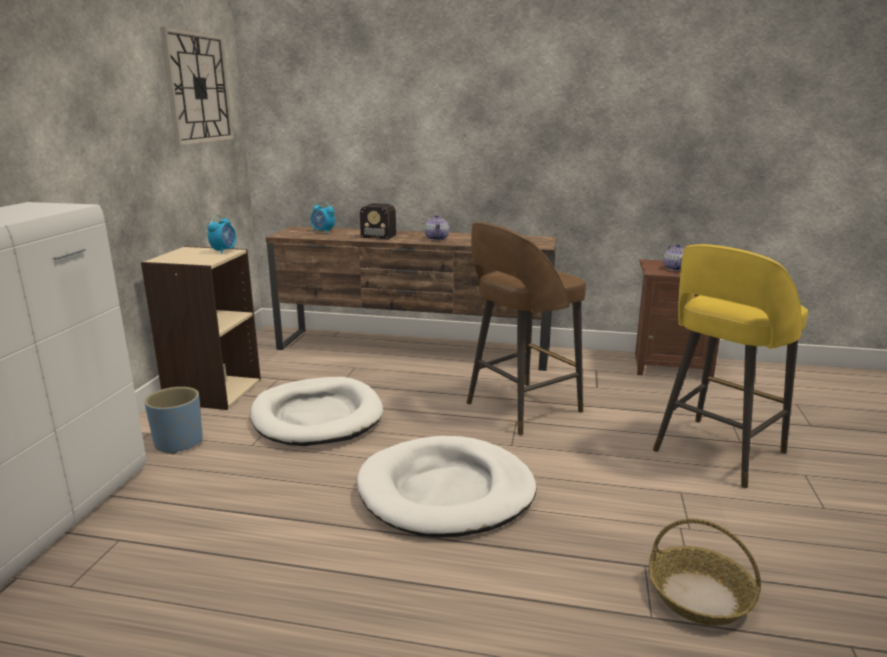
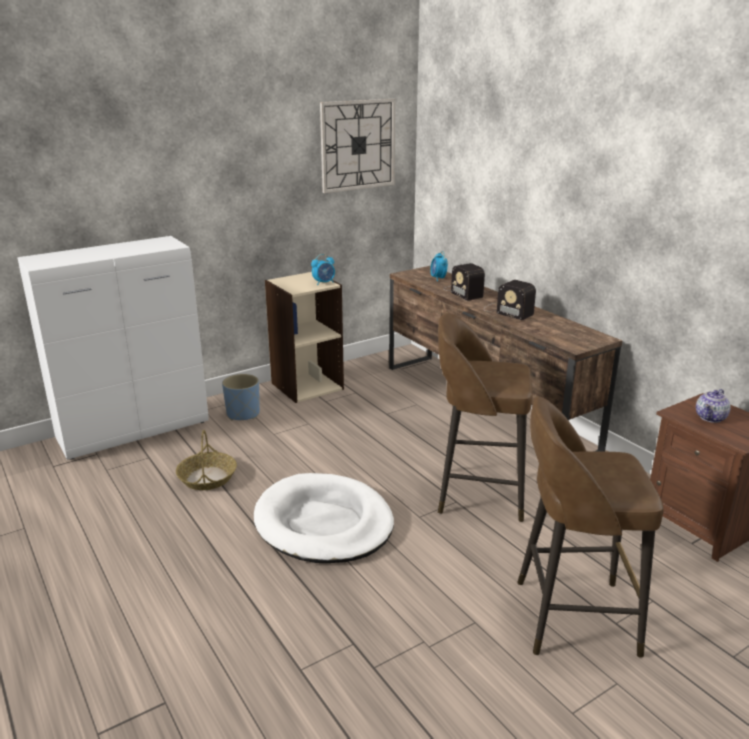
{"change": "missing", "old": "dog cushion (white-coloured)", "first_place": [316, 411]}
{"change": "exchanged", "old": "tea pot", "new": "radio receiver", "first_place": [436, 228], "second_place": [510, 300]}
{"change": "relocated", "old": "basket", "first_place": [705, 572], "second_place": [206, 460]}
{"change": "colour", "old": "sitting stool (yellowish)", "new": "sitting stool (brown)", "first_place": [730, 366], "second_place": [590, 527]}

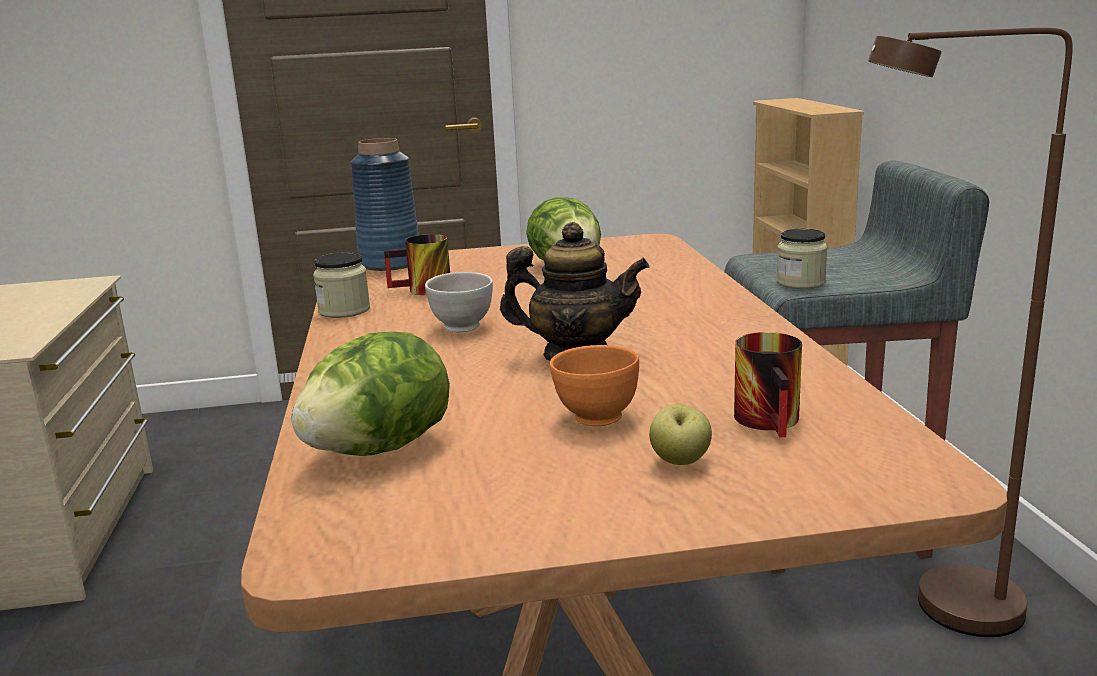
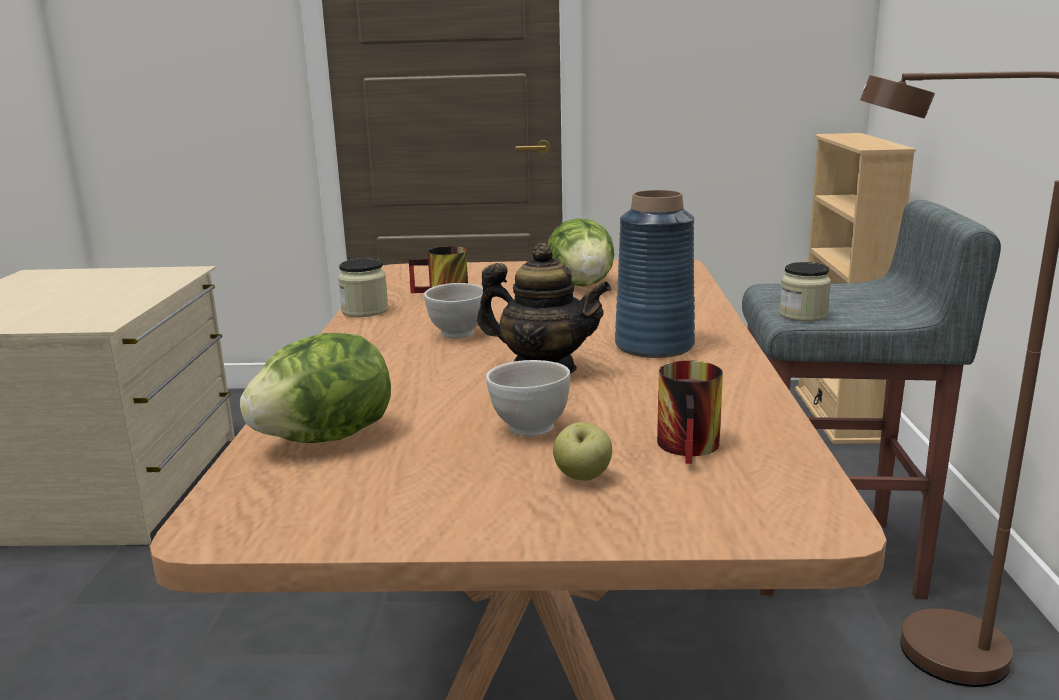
{"change": "relocated", "old": "decorative vase (blue-coloured)", "first_place": [384, 204], "second_place": [655, 274]}
{"change": "colour", "old": "deep dish (orange-coloured)", "new": "deep dish (white-coloured)", "first_place": [594, 385], "second_place": [528, 398]}

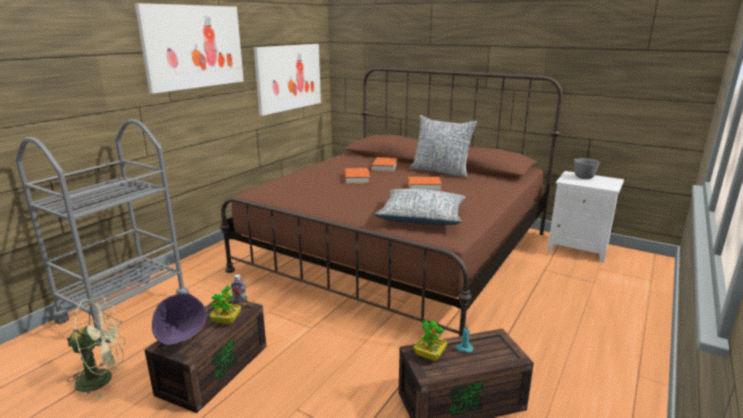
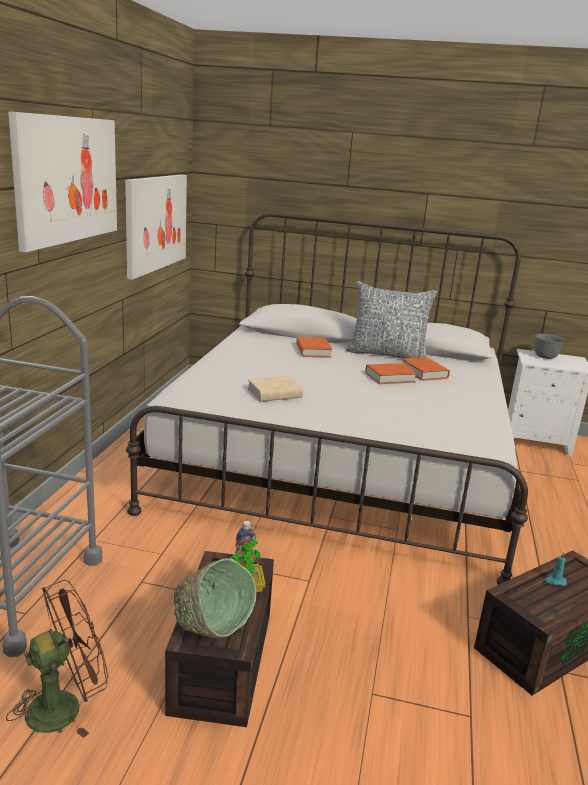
{"change": "colour", "old": "fan (greenish)", "new": "fan (brown)", "first_place": [96, 348], "second_place": [57, 659]}
{"change": "colour", "old": "deep dish (purple)", "new": "deep dish (greenish)", "first_place": [179, 319], "second_place": [215, 598]}
{"change": "colour", "old": "bedroom bed (brown)", "new": "bedroom bed (white-coloured)", "first_place": [391, 201], "second_place": [327, 398]}
{"change": "relocated", "old": "book (orange-coloured)", "first_place": [357, 176], "second_place": [426, 369]}
{"change": "missing", "old": "throw pillow", "first_place": [419, 207]}
{"change": "missing", "old": "houseplant", "first_place": [430, 340]}
{"change": "appeared", "new": "book (beige-coloured)", "second_place": [275, 389]}

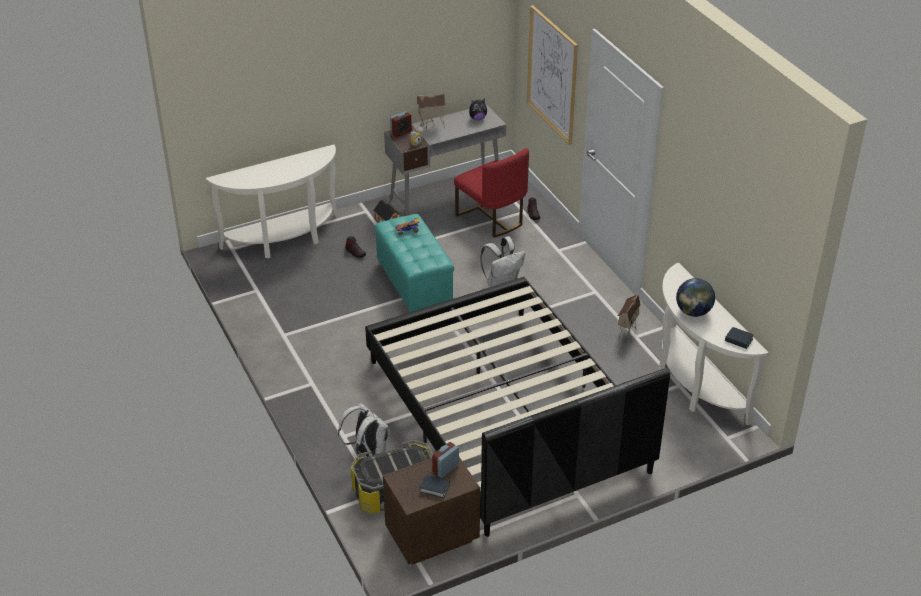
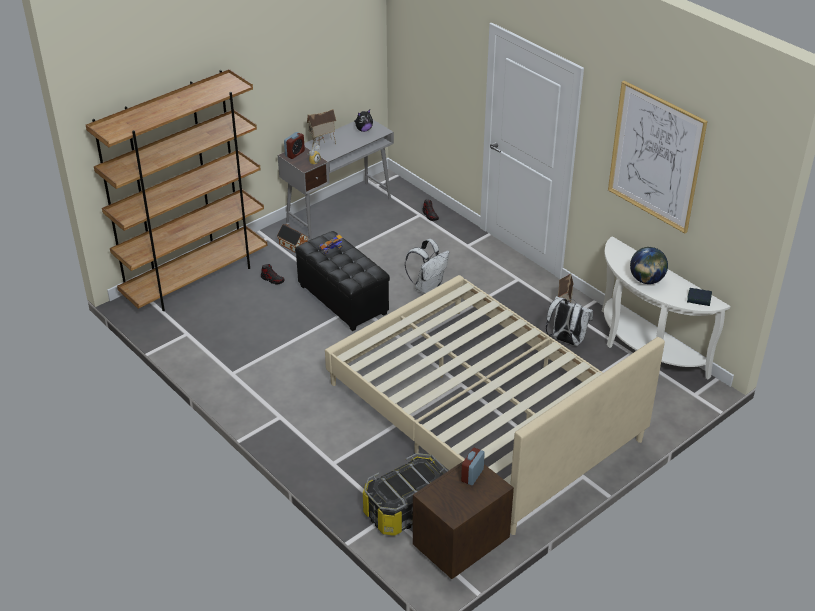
{"change": "exchanged", "old": "narrow table (white-coloured)", "new": "bookcase (brown)", "first_place": [272, 201], "second_place": [177, 190]}
{"change": "relocated", "old": "backpack (white-coloured)", "first_place": [364, 430], "second_place": [569, 321]}
{"change": "colour", "old": "bedroom bed (black-coloured)", "new": "bedroom bed (beige-coloured)", "first_place": [517, 407], "second_place": [495, 405]}
{"change": "colour", "old": "footrest (turquoise)", "new": "footrest (black-coloured)", "first_place": [414, 263], "second_place": [342, 281]}
{"change": "missing", "old": "book", "first_place": [435, 486]}
{"change": "missing", "old": "plain chair (red-coloured)", "first_place": [491, 192]}
{"change": "relocated", "old": "wall art", "first_place": [552, 75], "second_place": [658, 157]}

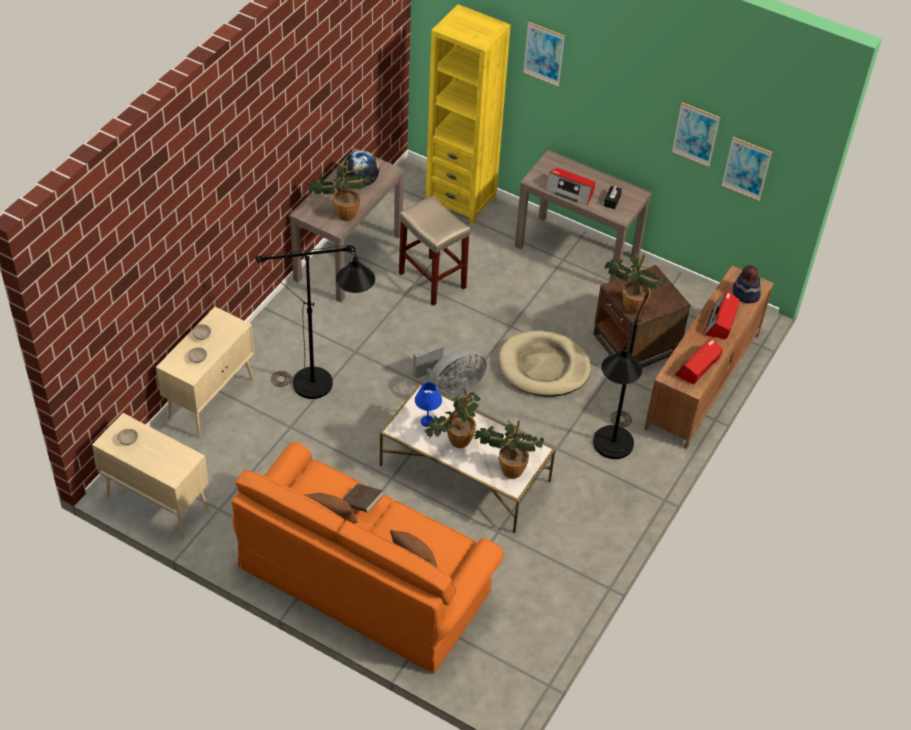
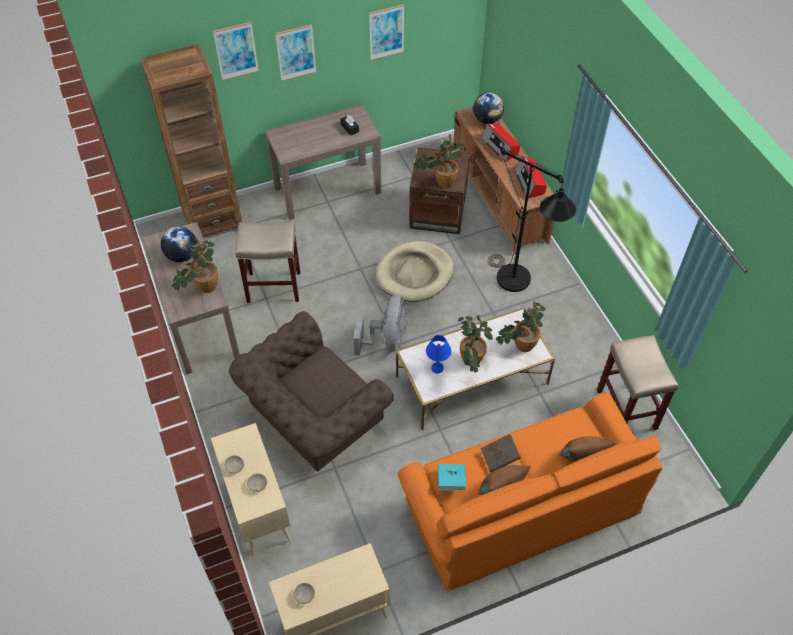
{"change": "exchanged", "old": "floor lamp (black-coloured)", "new": "easy chair (brown)", "first_place": [315, 322], "second_place": [311, 391]}
{"change": "colour", "old": "bookcase (yellowish)", "new": "bookcase (brown)", "first_place": [468, 114], "second_place": [191, 140]}
{"change": "missing", "old": "radio receiver", "first_place": [569, 186]}
{"change": "relocated", "old": "wall art", "first_place": [746, 169], "second_place": [295, 52]}
{"change": "exchanged", "old": "hat", "new": "world globe", "first_place": [747, 284], "second_place": [488, 108]}
{"change": "appeared", "new": "book (turquoise)", "second_place": [452, 477]}
{"change": "appeared", "new": "sitting stool (beige-coloured)", "second_place": [637, 382]}

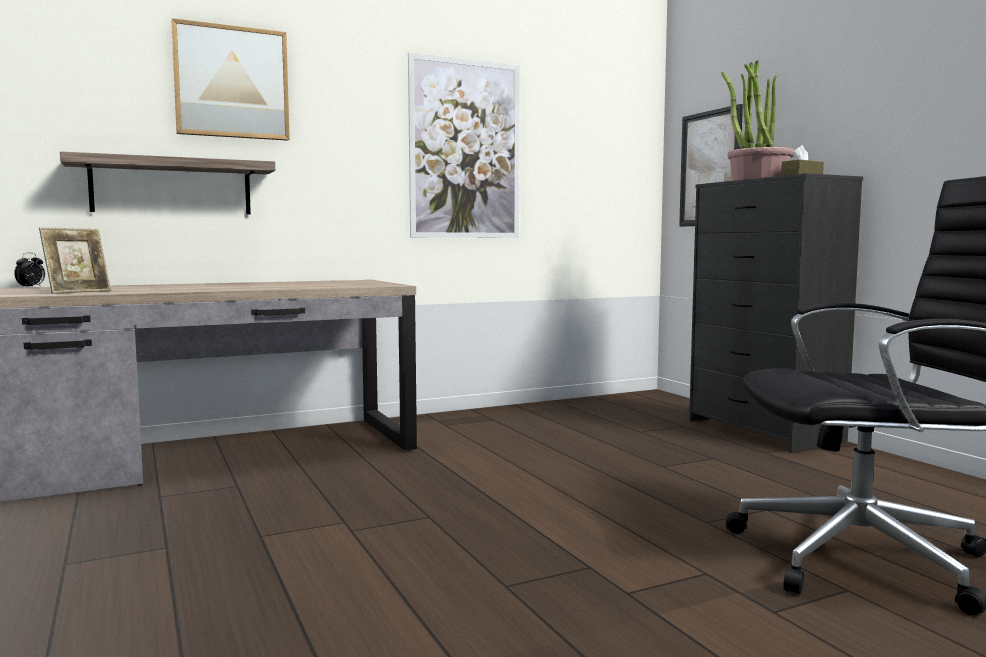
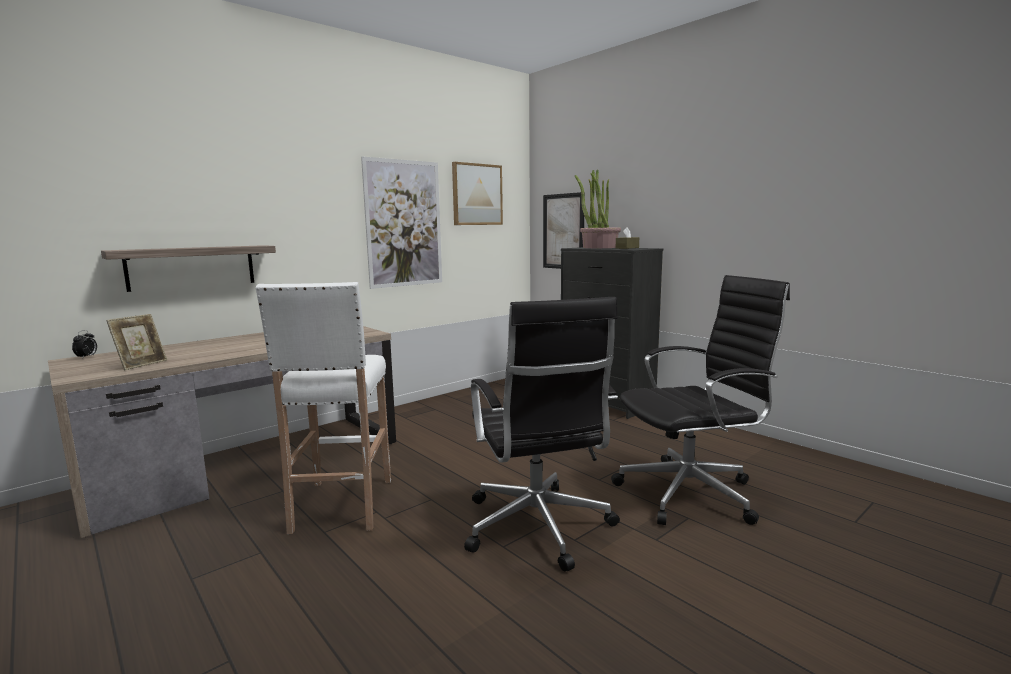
{"change": "relocated", "old": "wall art", "first_place": [230, 79], "second_place": [477, 193]}
{"change": "appeared", "new": "sitting stool (white-coloured)", "second_place": [323, 408]}
{"change": "appeared", "new": "office chair (black-coloured)", "second_place": [542, 434]}

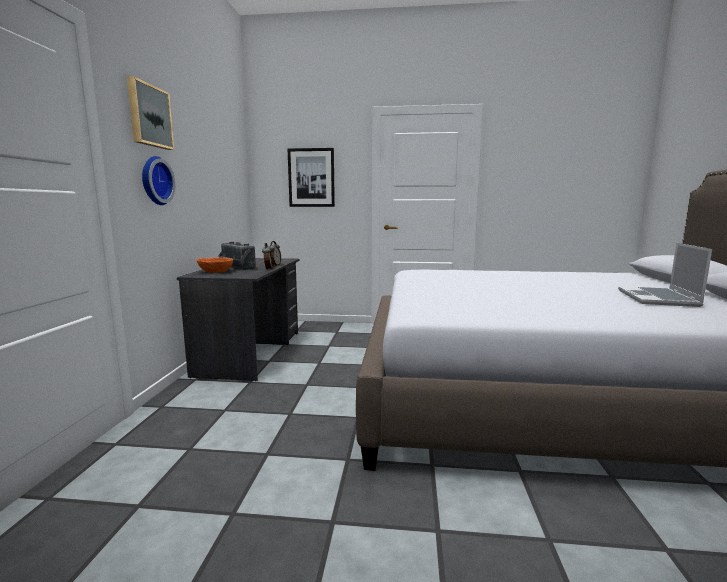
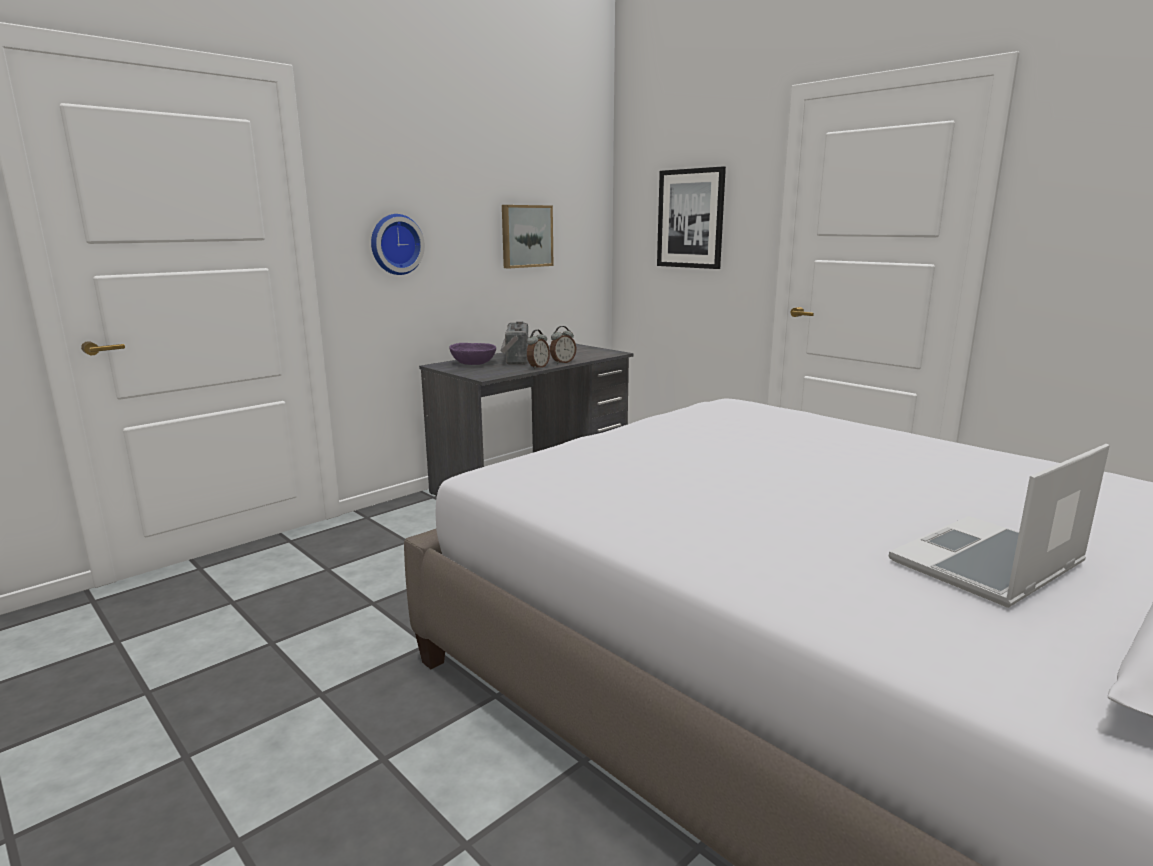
{"change": "relocated", "old": "wall art", "first_place": [150, 113], "second_place": [527, 237]}
{"change": "colour", "old": "deep dish (orange-coloured)", "new": "deep dish (purple)", "first_place": [215, 265], "second_place": [473, 354]}

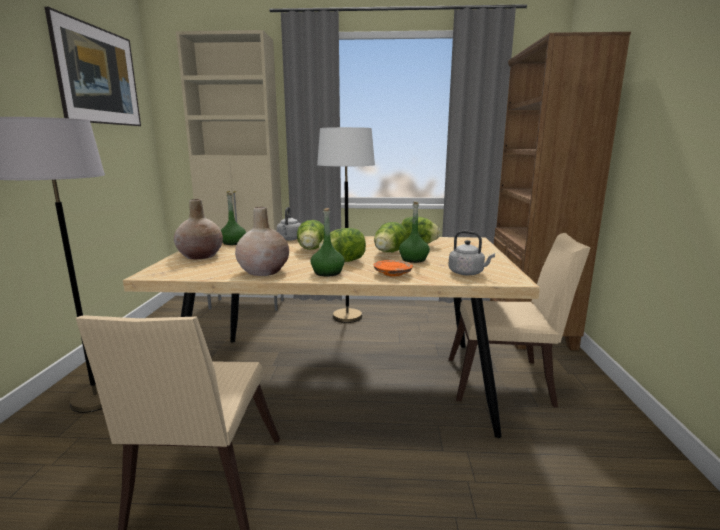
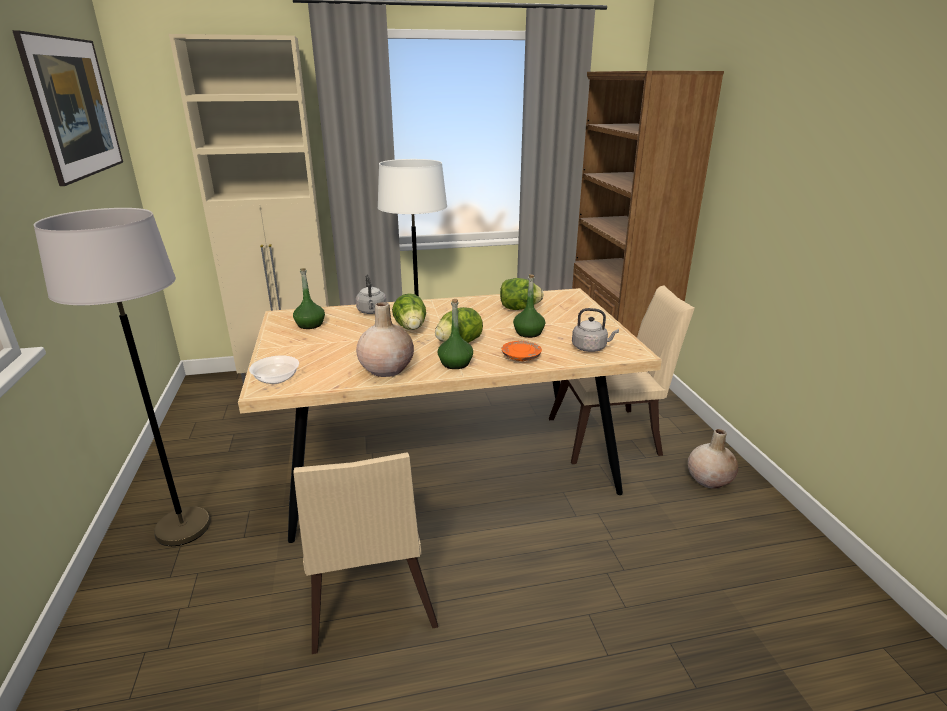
{"change": "relocated", "old": "decorative vase (beige-coloured)", "first_place": [198, 229], "second_place": [713, 458]}
{"change": "missing", "old": "lettuce", "first_place": [391, 237]}
{"change": "appeared", "new": "deep dish", "second_place": [274, 369]}

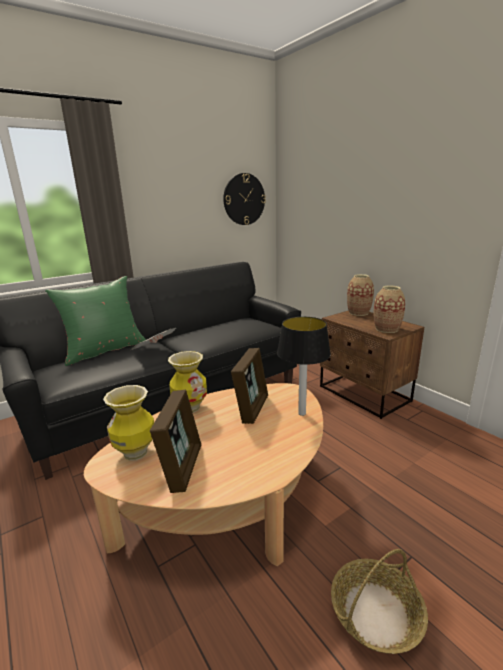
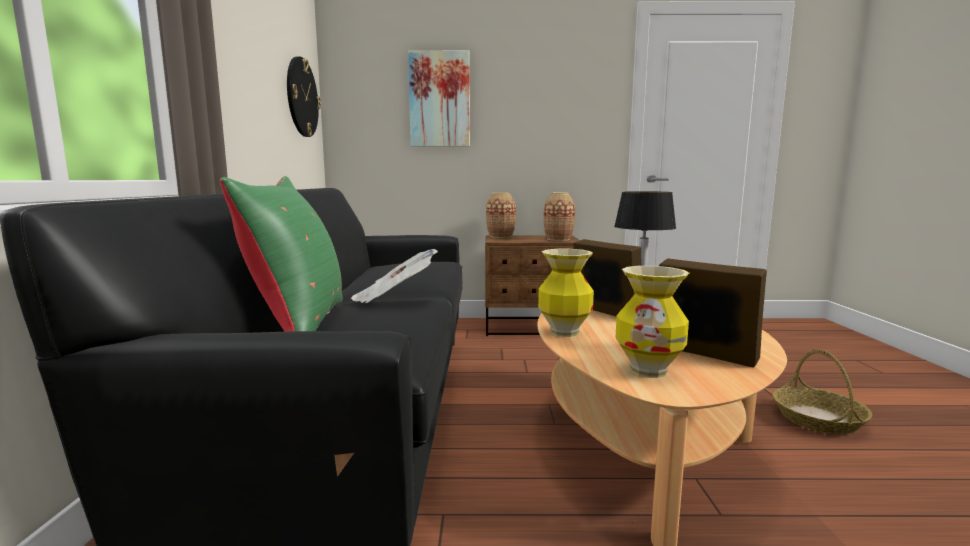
{"change": "appeared", "new": "wall art", "second_place": [439, 98]}

